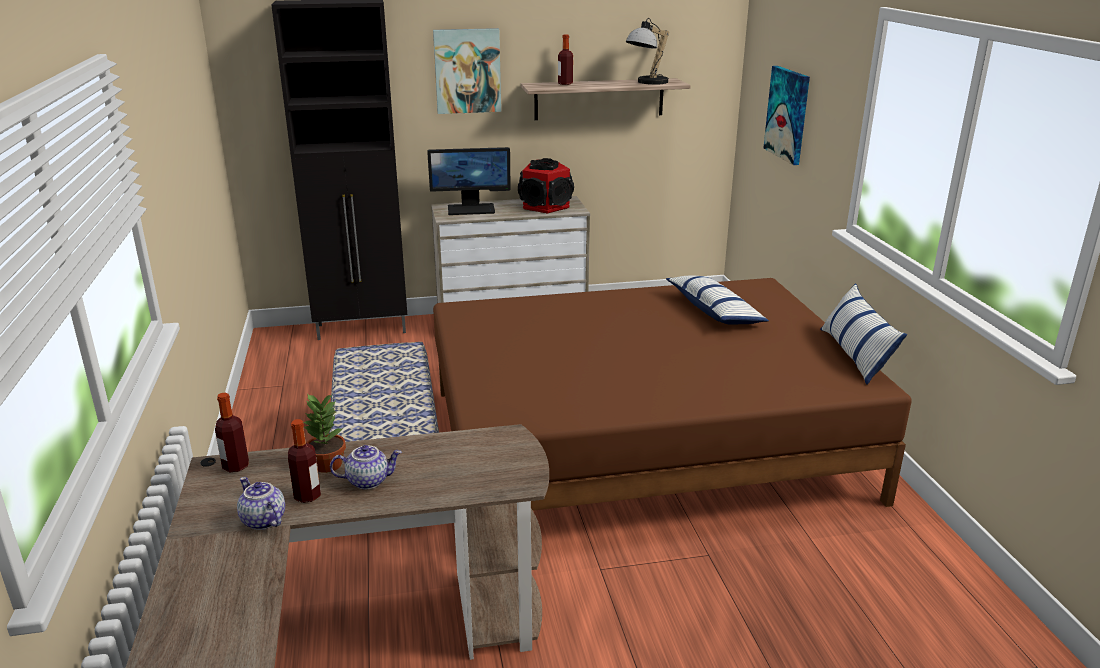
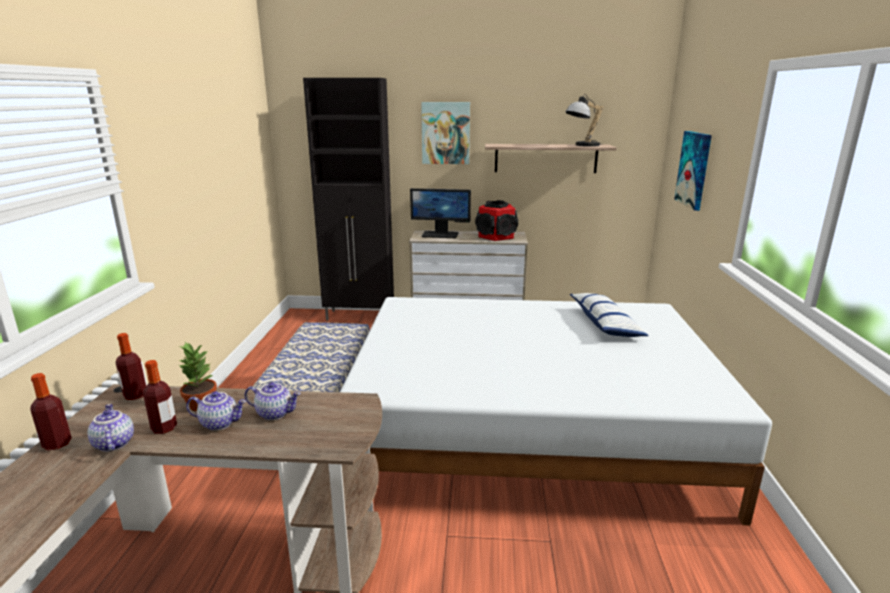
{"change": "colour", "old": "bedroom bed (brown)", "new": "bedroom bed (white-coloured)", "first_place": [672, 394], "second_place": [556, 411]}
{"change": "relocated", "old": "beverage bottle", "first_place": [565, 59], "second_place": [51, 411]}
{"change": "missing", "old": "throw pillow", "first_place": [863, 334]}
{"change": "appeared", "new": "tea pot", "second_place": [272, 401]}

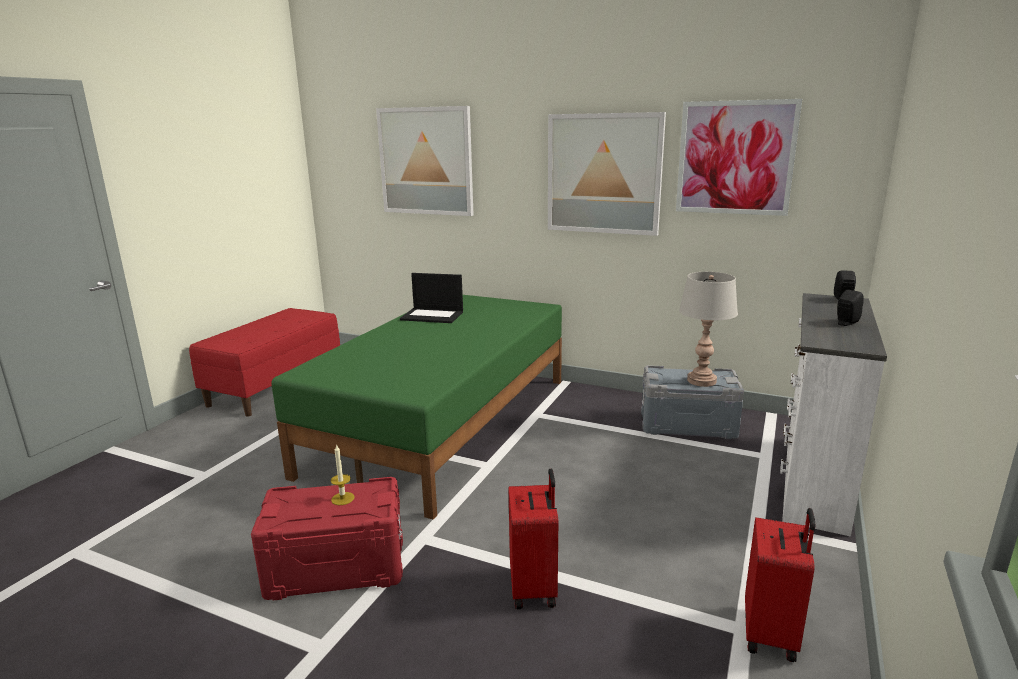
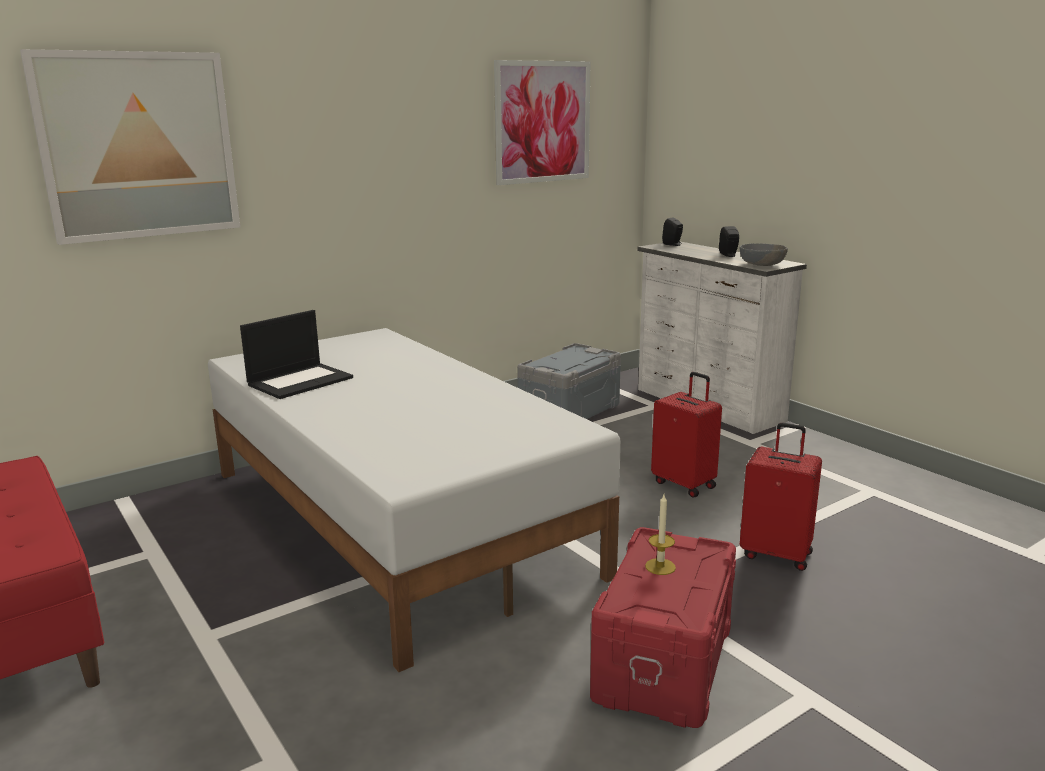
{"change": "colour", "old": "bedroom bed (greenish)", "new": "bedroom bed (white-coloured)", "first_place": [416, 407], "second_place": [414, 500]}
{"change": "missing", "old": "wall art", "first_place": [607, 174]}
{"change": "missing", "old": "tabletop lamp (greyish)", "first_place": [708, 329]}
{"change": "relocated", "old": "suitcase (red-coloured)", "first_place": [780, 585], "second_place": [686, 434]}
{"change": "appeared", "new": "deep dish (greyish)", "second_place": [764, 254]}

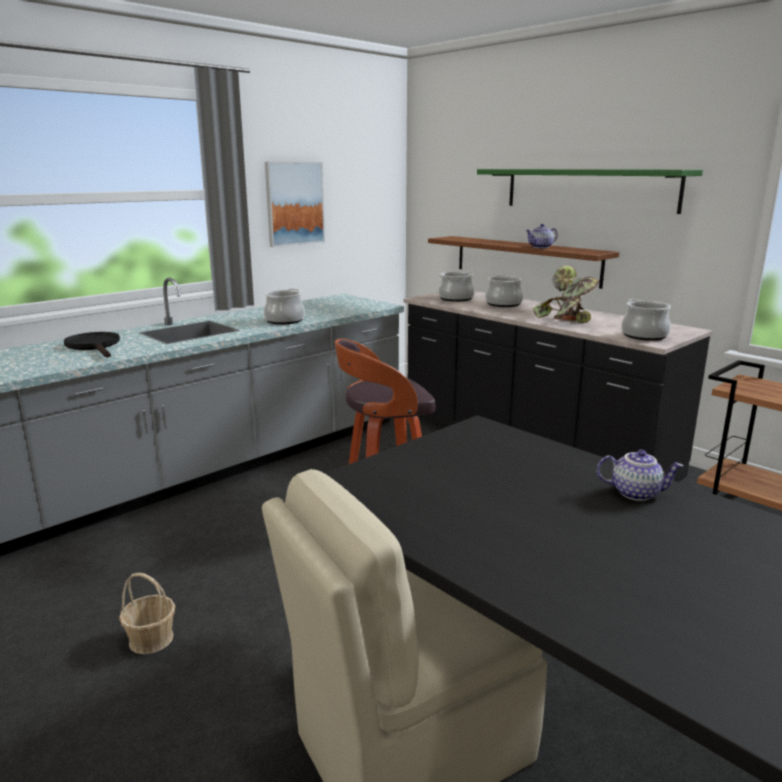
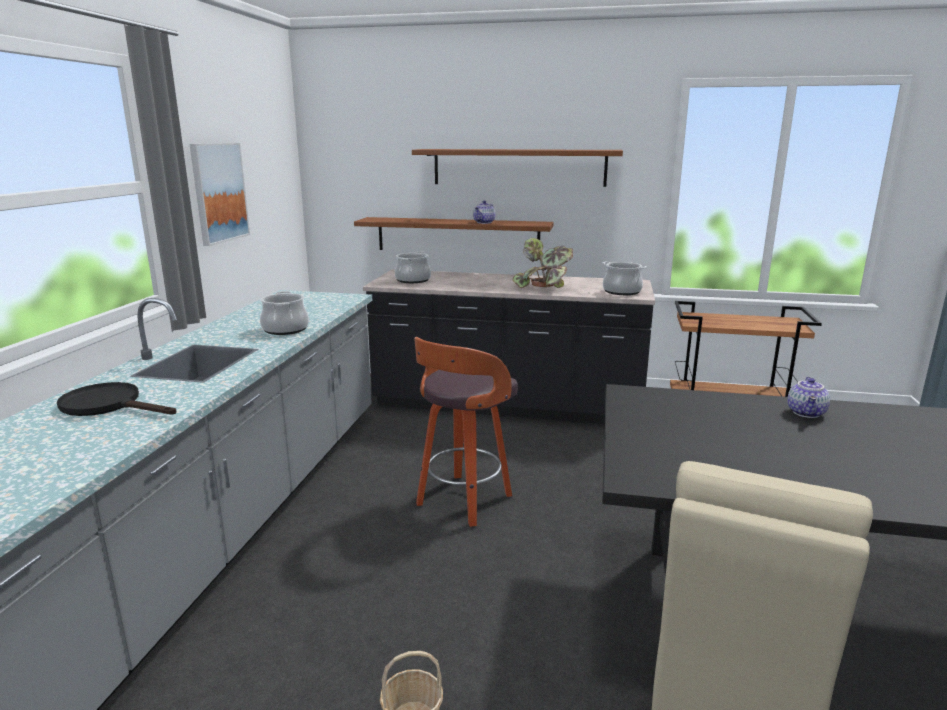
{"change": "colour", "old": "wall shelf (greenish)", "new": "wall shelf (brown)", "first_place": [590, 191], "second_place": [517, 168]}
{"change": "missing", "old": "stockpot", "first_place": [504, 291]}
{"change": "spun", "old": "tea pot", "first_place": [640, 475], "second_place": [808, 397], "degrees": 135}

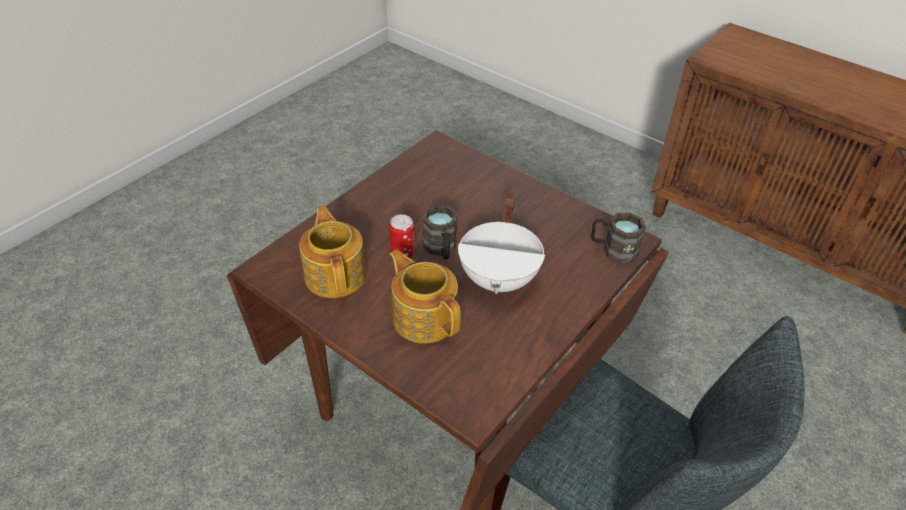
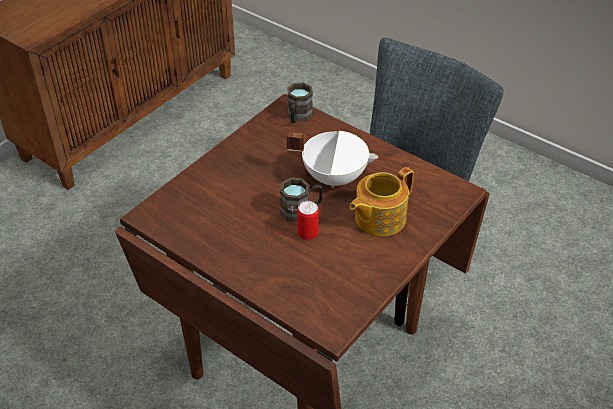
{"change": "missing", "old": "tea pot", "first_place": [332, 251]}

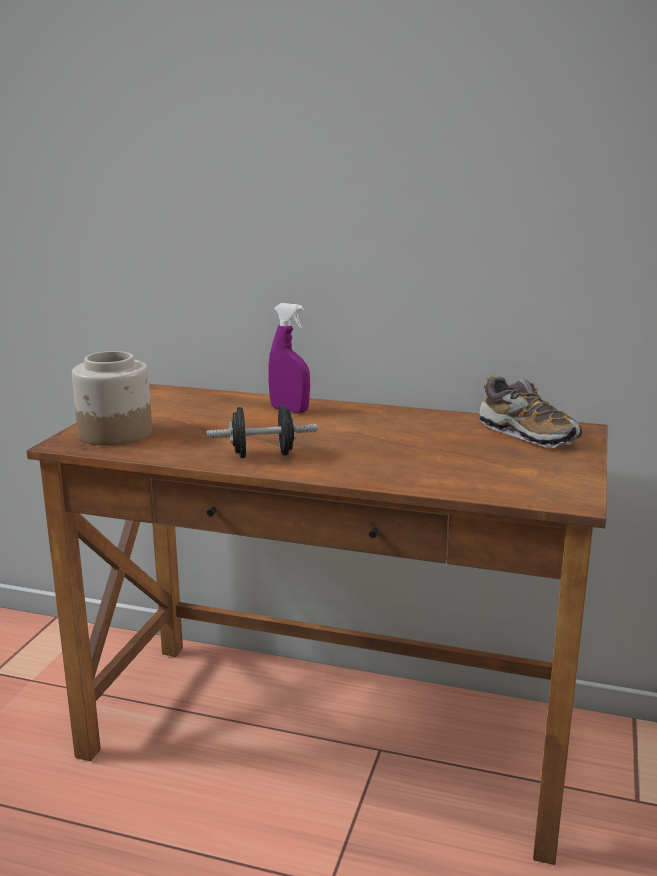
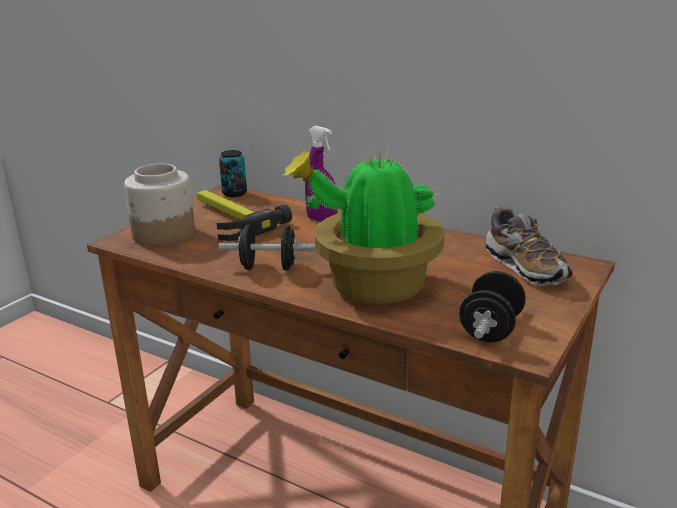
{"change": "appeared", "new": "hammer", "second_place": [244, 215]}
{"change": "appeared", "new": "metal can", "second_place": [233, 173]}
{"change": "appeared", "new": "houseplant", "second_place": [364, 225]}
{"change": "appeared", "new": "free weight (black-coloured)", "second_place": [492, 306]}

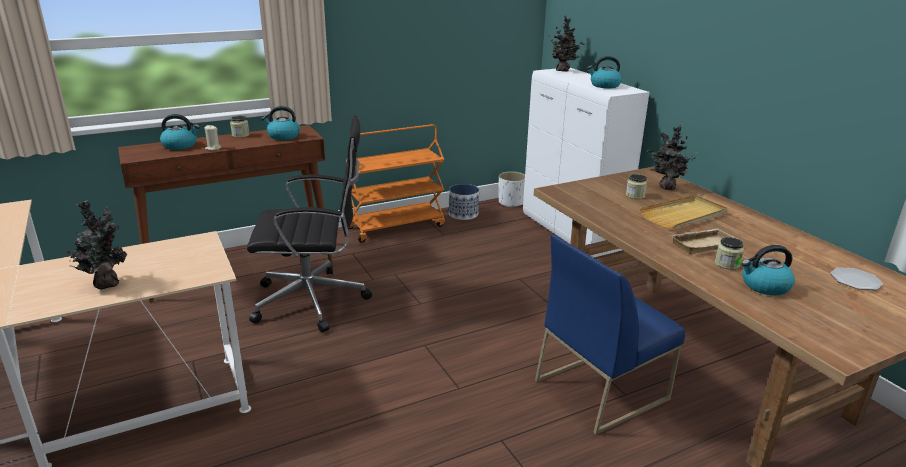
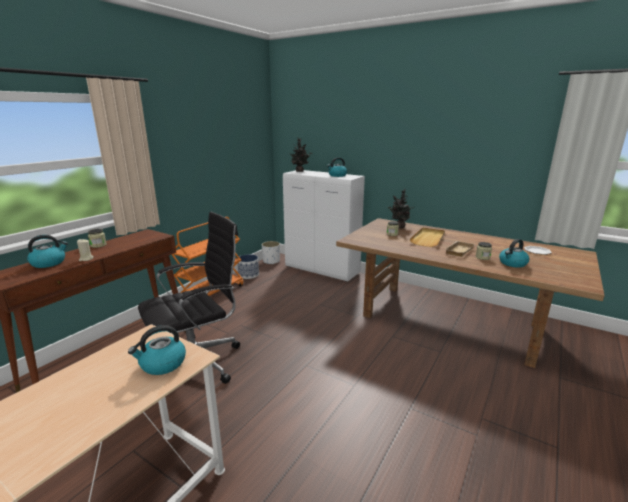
{"change": "missing", "old": "houseplant", "first_place": [97, 244]}
{"change": "relocated", "old": "kettle", "first_place": [280, 123], "second_place": [157, 350]}
{"change": "missing", "old": "plain chair (blue-coloured)", "first_place": [610, 335]}

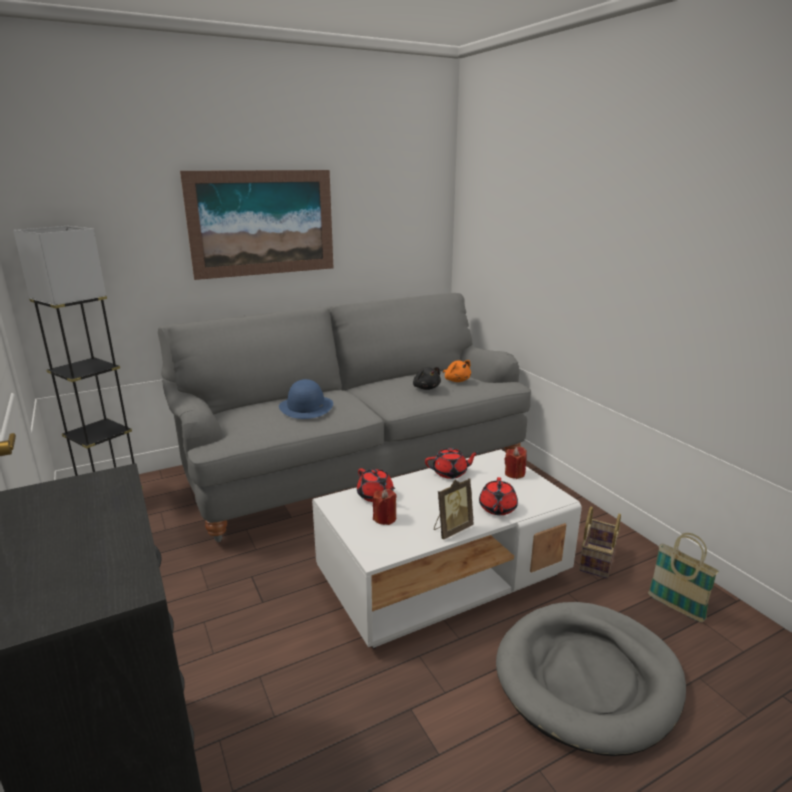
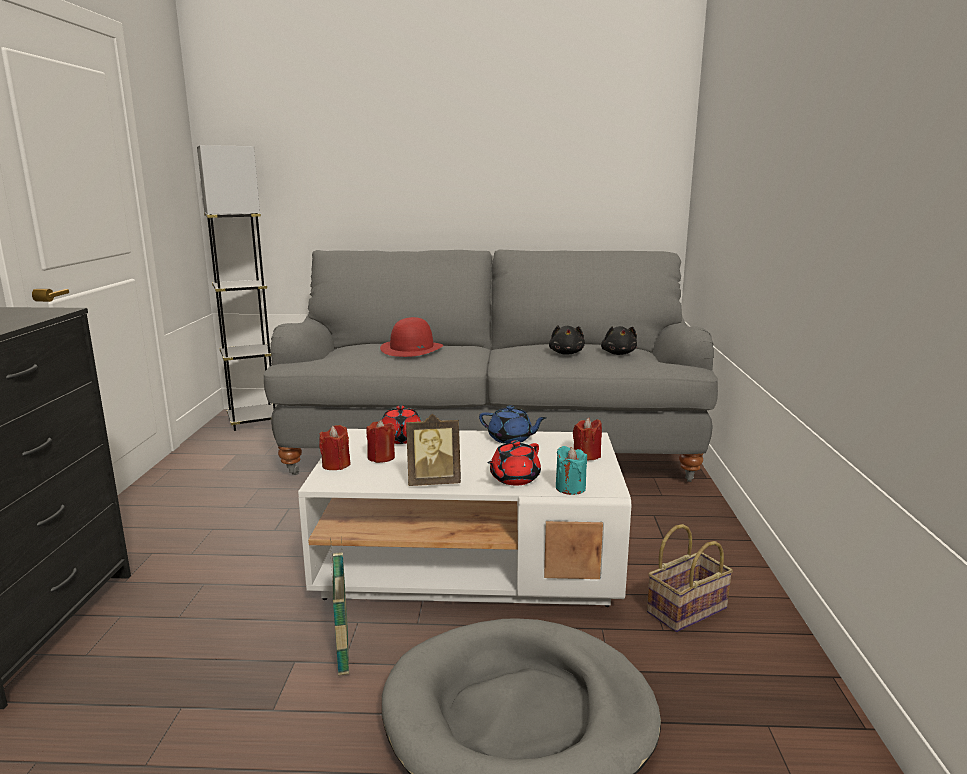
{"change": "missing", "old": "wall art", "first_place": [256, 225]}
{"change": "colour", "old": "hat (blue-coloured)", "new": "hat (red-coloured)", "first_place": [306, 399], "second_place": [411, 337]}
{"change": "colour", "old": "tea pot (red-coloured)", "new": "tea pot (blue-coloured)", "first_place": [452, 463], "second_place": [513, 424]}
{"change": "colour", "old": "cuddly toy (orange-coloured)", "new": "cuddly toy (black-coloured)", "first_place": [457, 371], "second_place": [619, 340]}
{"change": "relocated", "old": "basket", "first_place": [683, 577], "second_place": [339, 606]}
{"change": "appeared", "new": "wax candle (red-coloured)", "second_place": [335, 447]}
{"change": "appeared", "new": "wax candle (turquoise)", "second_place": [571, 470]}

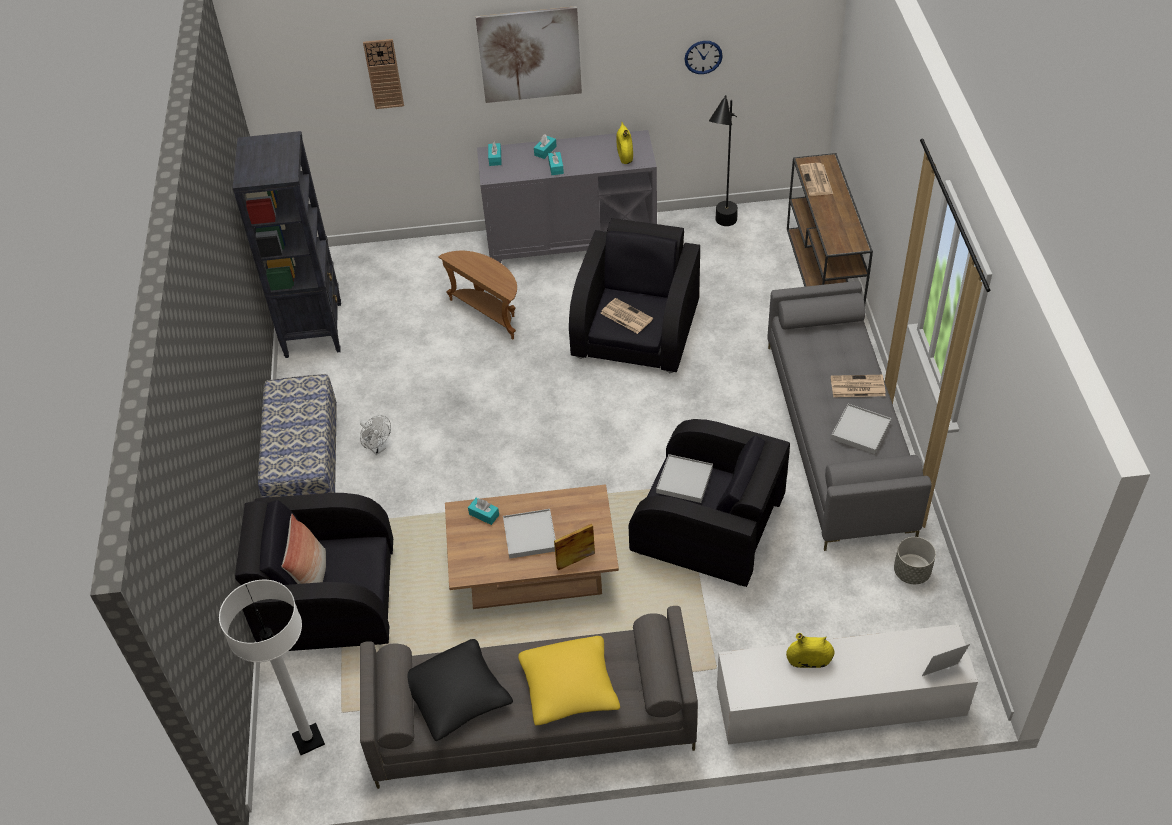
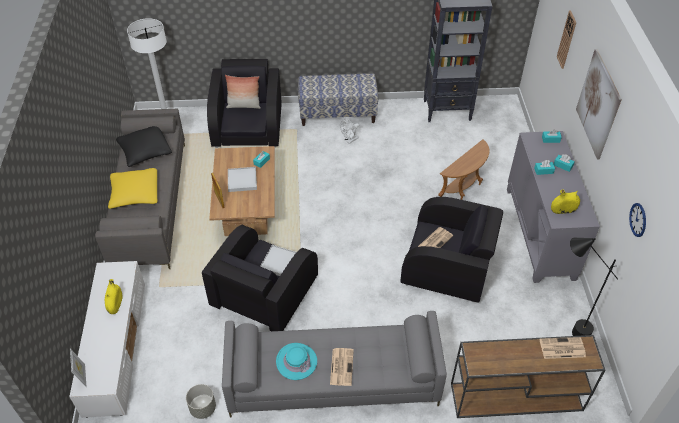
{"change": "exchanged", "old": "carrying tray (white-coloured)", "new": "hat (turquoise)", "first_place": [861, 429], "second_place": [296, 361]}

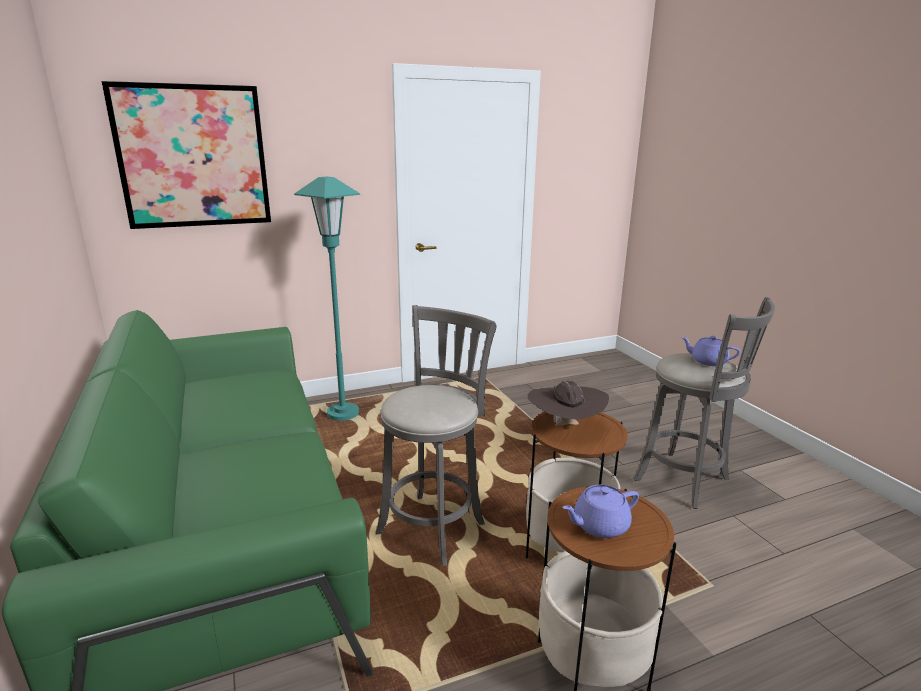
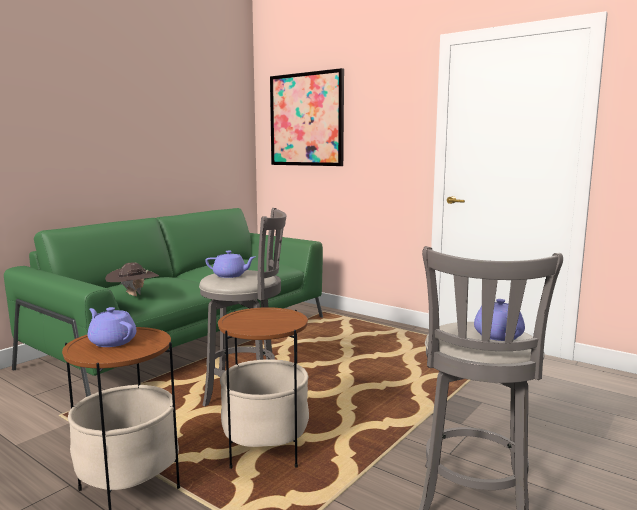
{"change": "missing", "old": "floor lamp (turquoise)", "first_place": [327, 299]}
{"change": "relocated", "old": "hat (brown)", "first_place": [568, 403], "second_place": [132, 279]}
{"change": "appeared", "new": "tea pot (purple)", "second_place": [230, 264]}

